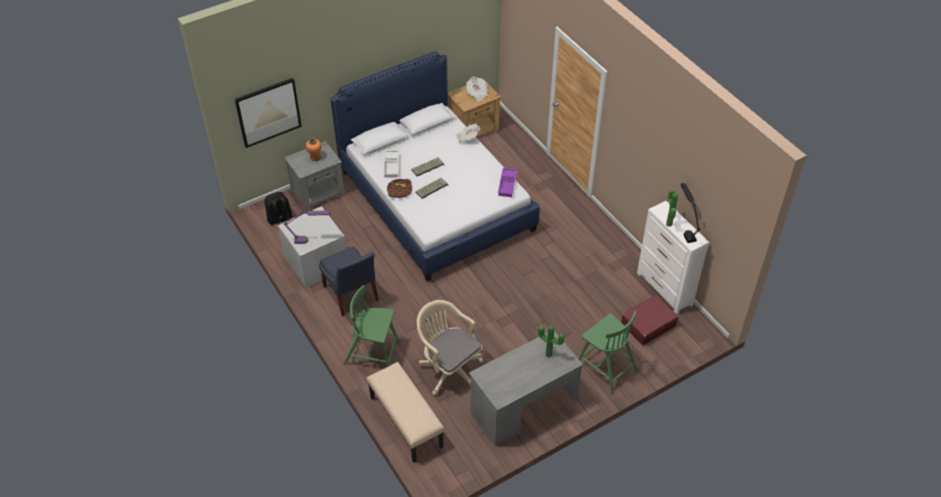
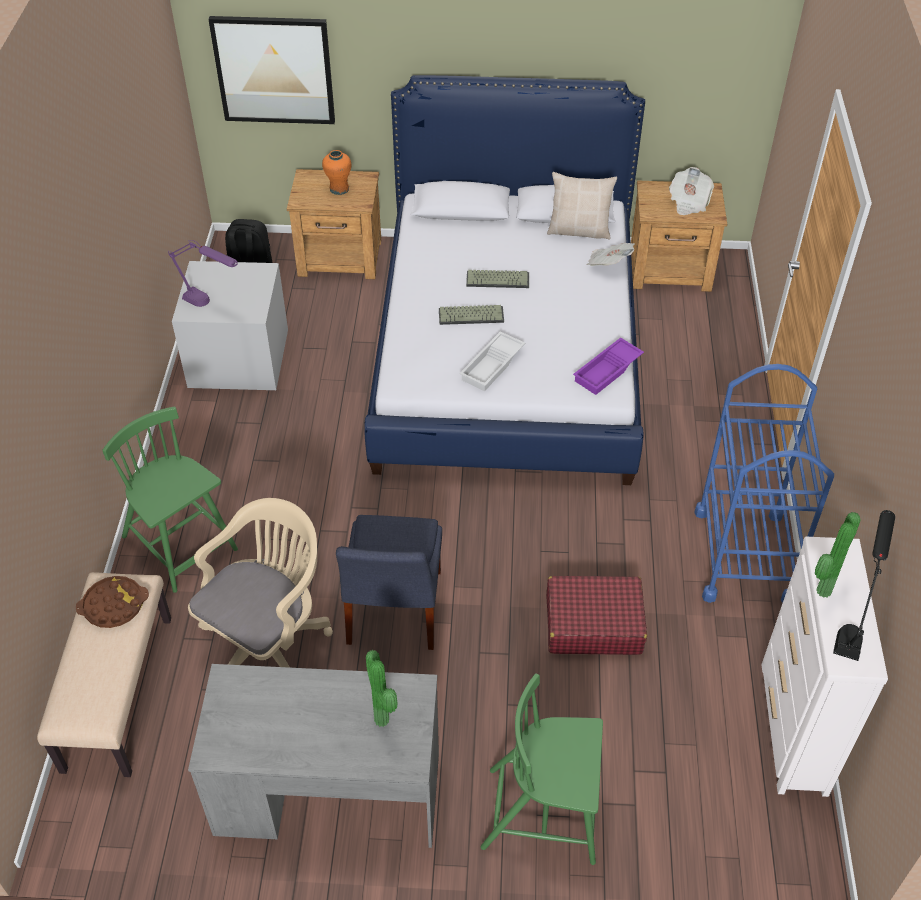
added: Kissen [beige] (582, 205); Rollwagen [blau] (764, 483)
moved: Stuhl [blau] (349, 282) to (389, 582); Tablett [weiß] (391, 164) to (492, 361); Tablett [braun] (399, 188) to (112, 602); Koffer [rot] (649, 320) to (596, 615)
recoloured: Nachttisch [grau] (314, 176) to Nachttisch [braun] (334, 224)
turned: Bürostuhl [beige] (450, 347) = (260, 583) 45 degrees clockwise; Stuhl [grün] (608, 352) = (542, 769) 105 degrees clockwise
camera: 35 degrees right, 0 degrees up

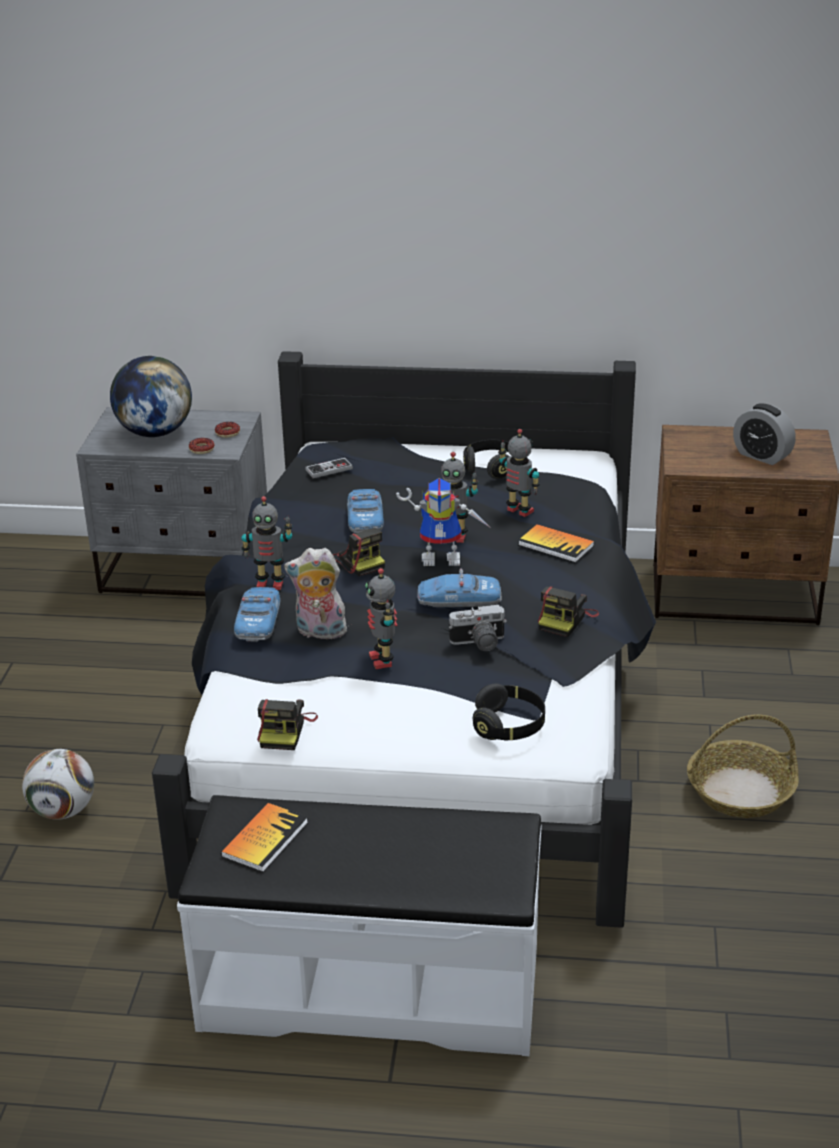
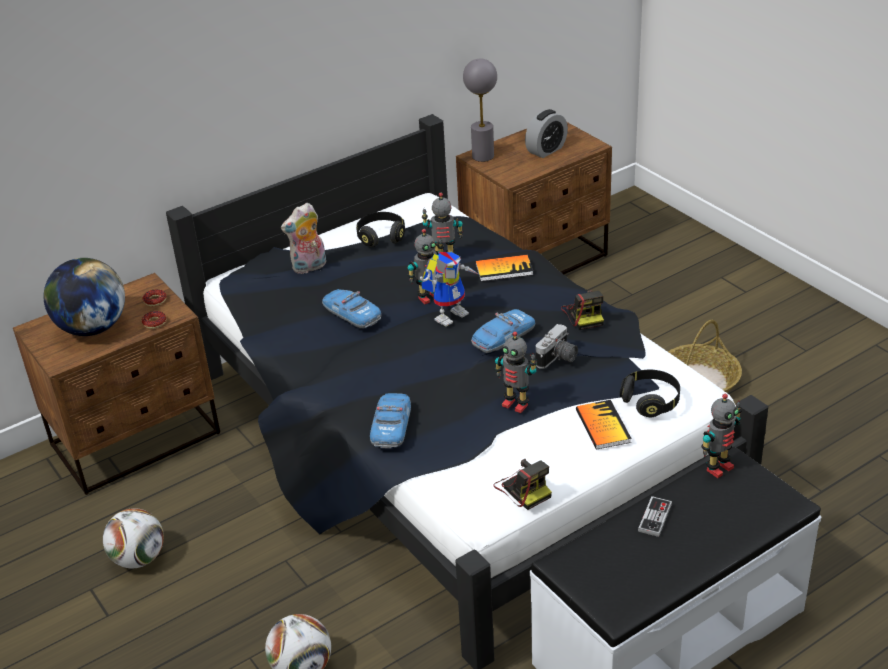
removed: Kamera (358, 552)
added: Fußball (133, 538); Tischlampe [grau] (480, 110)
moved: Buch (264, 837) to (604, 424); Spielzeugroboter (266, 543) to (721, 436); Plüschtier (315, 594) to (303, 238); Gamepad (329, 468) to (655, 516)
recoloured: Nachttisch [grau] (171, 501) to Nachttisch [braun] (116, 384)
turned: Spielzeugauto (257, 614) = (390, 420) 45 degrees clockwise; Wecker (764, 434) = (546, 133) 45 degrees counterclockwise
camera: 40 degrees left, 5 degrees up

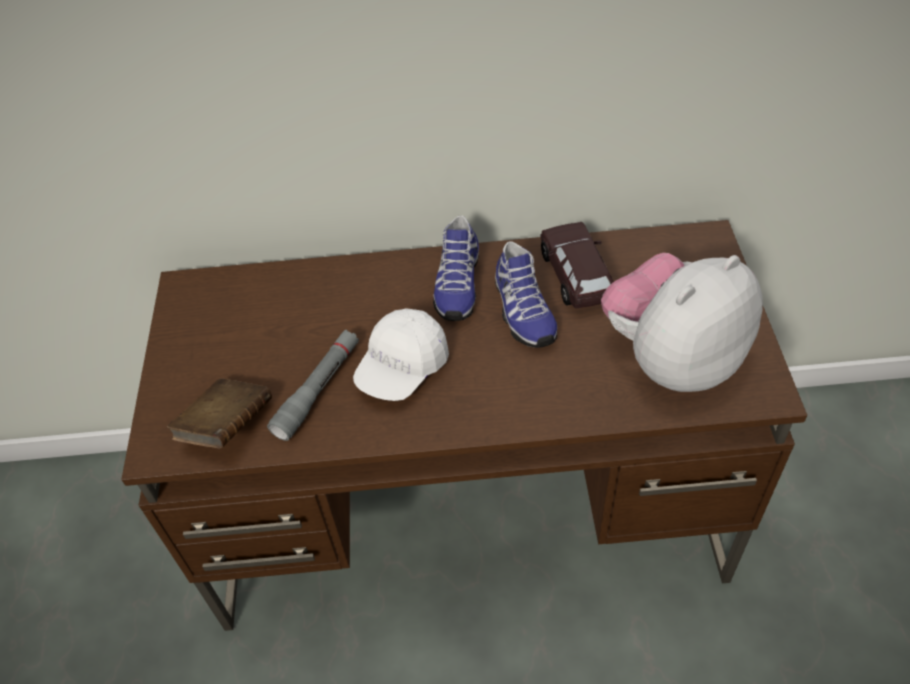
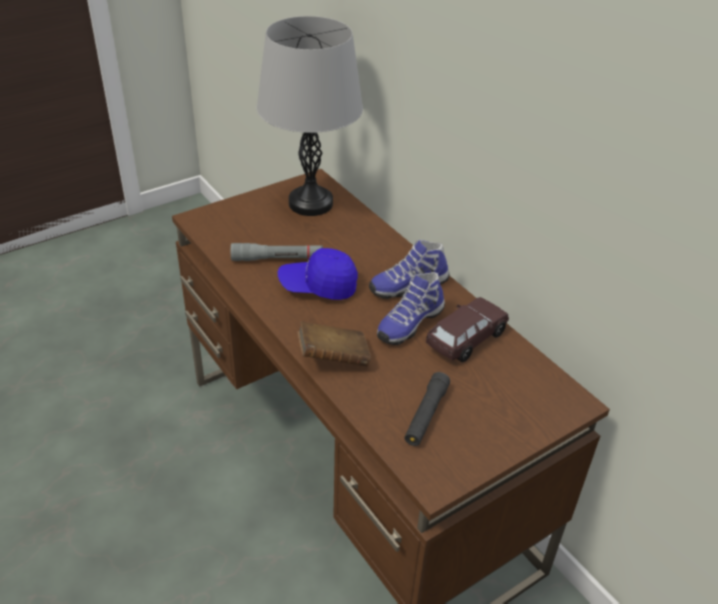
added: Tischlampe [grau] (310, 116)
moved: Buch [braun] (219, 414) to (334, 344)
replaced: Plüschtier (682, 322) to Taschenlampe [schwarz] (427, 409)
recoloured: Kappe [weiß] (401, 354) to Kappe [blau] (318, 274)
camera: 55 degrees right, 10 degrees down

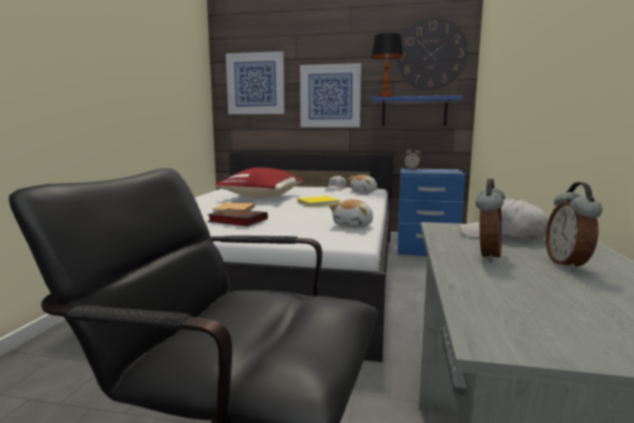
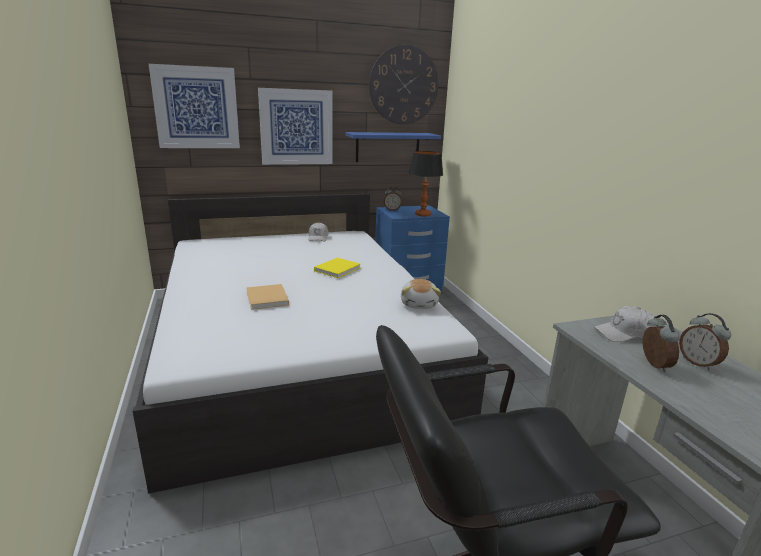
removed: Buch (237, 217); Kissen [rot] (259, 182); Plüschtier (362, 184)
moved: Tischlampe (387, 65) to (426, 184)
camera: 30 degrees left, 10 degrees up

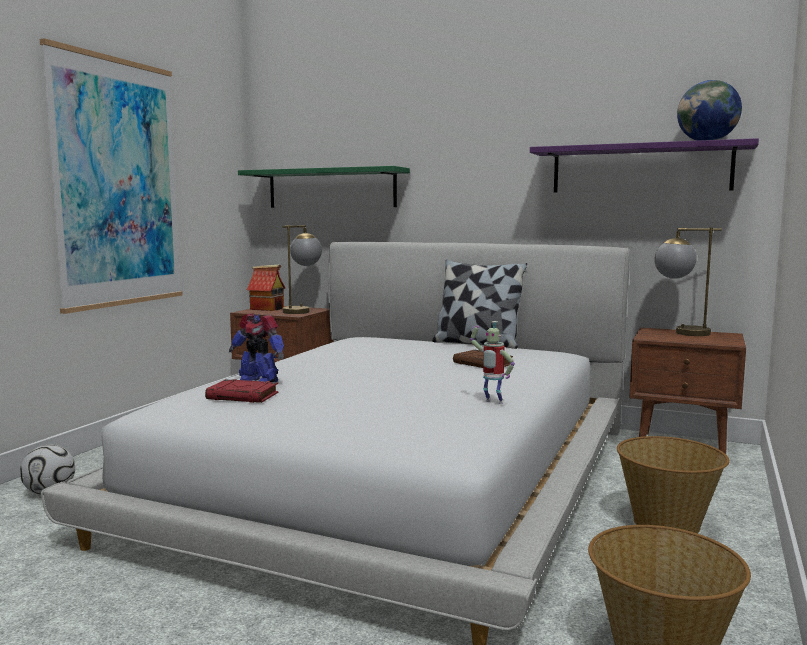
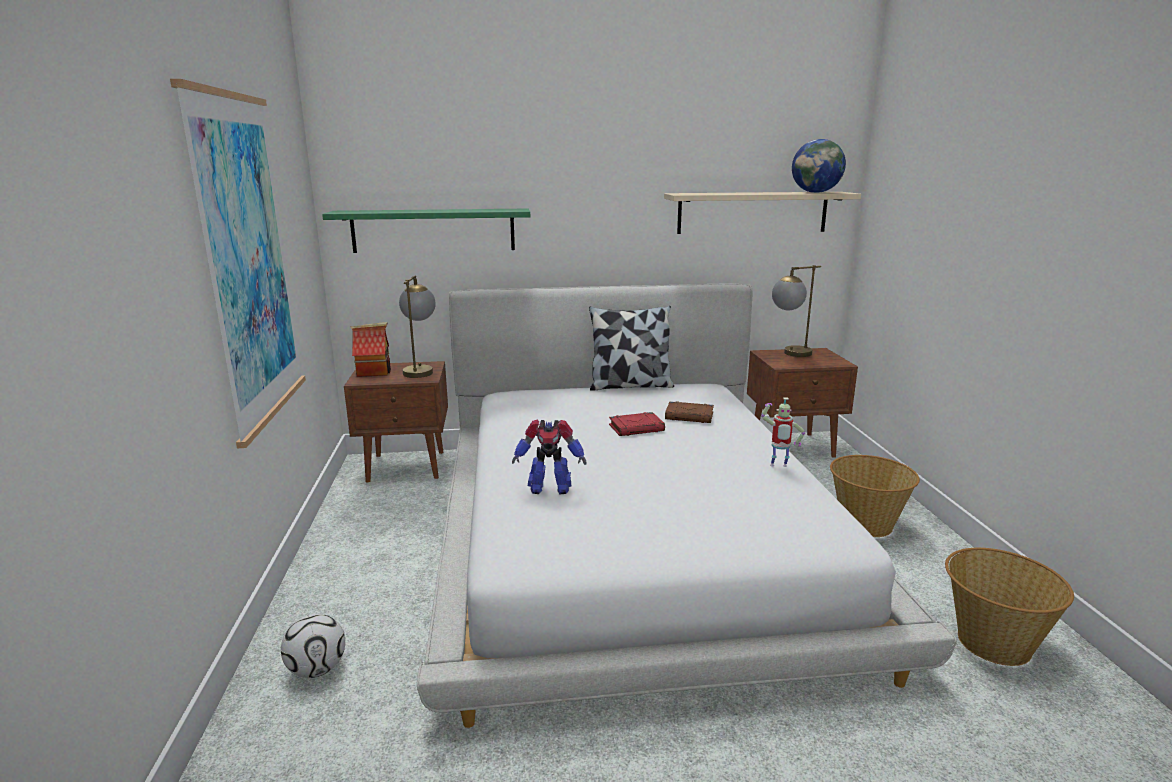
moved: Buch [rot] (242, 391) to (637, 424)
recoloured: Wandregal [lila] (644, 165) to Wandregal [beige] (762, 213)
camera: 30 degrees left, 10 degrees up

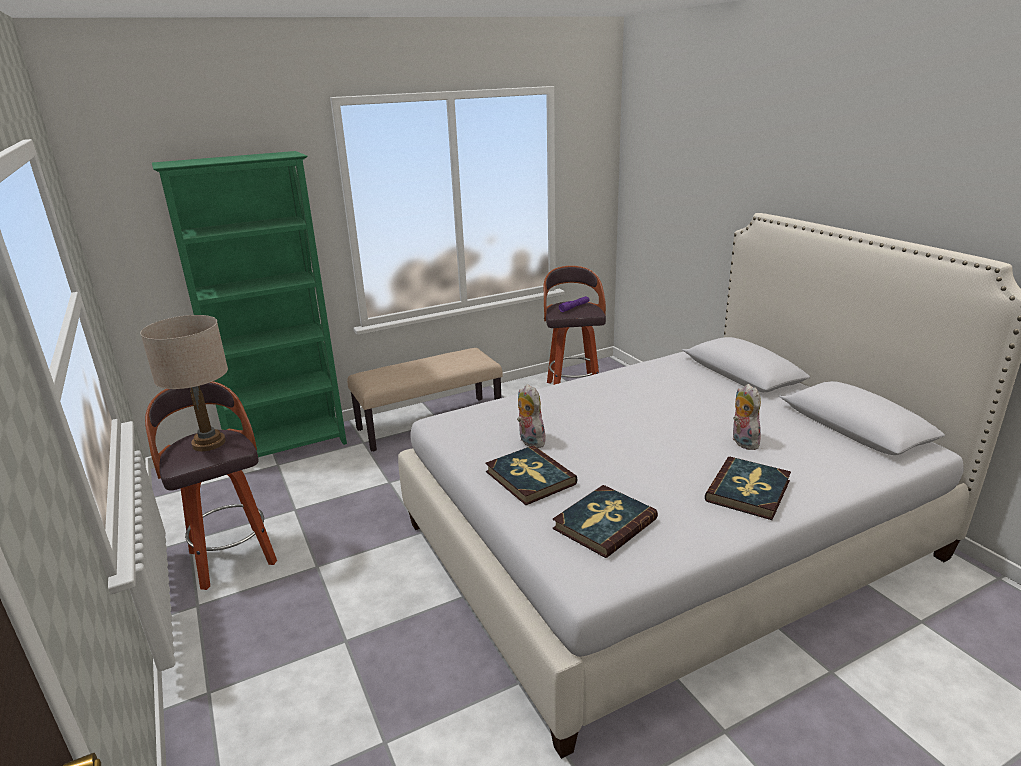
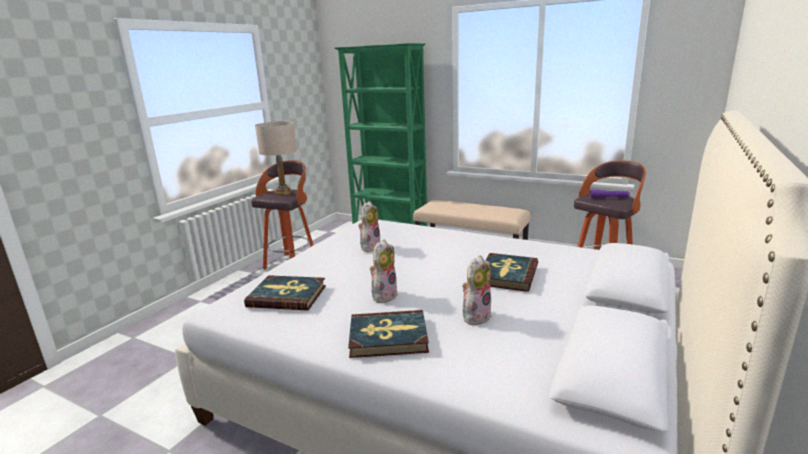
added: Plüschtier (384, 271)
moved: Buch (531, 475) to (512, 272)
camera: 55 degrees right, 5 degrees down

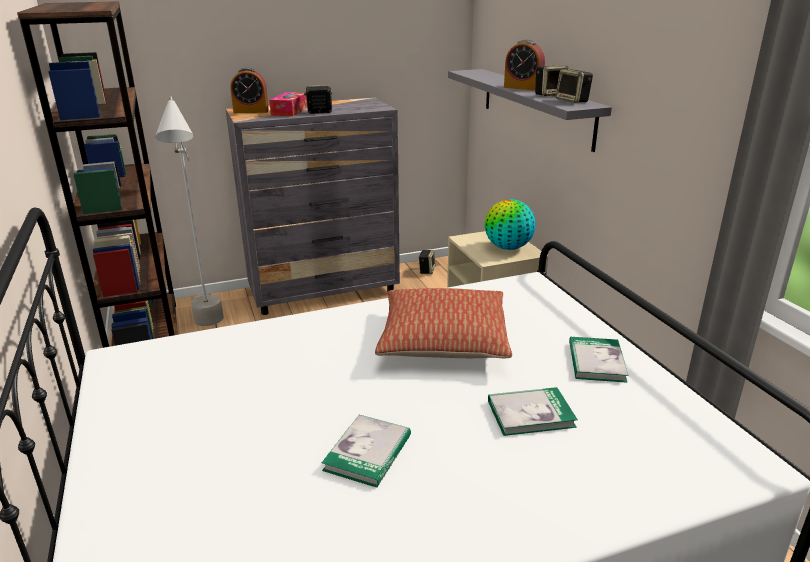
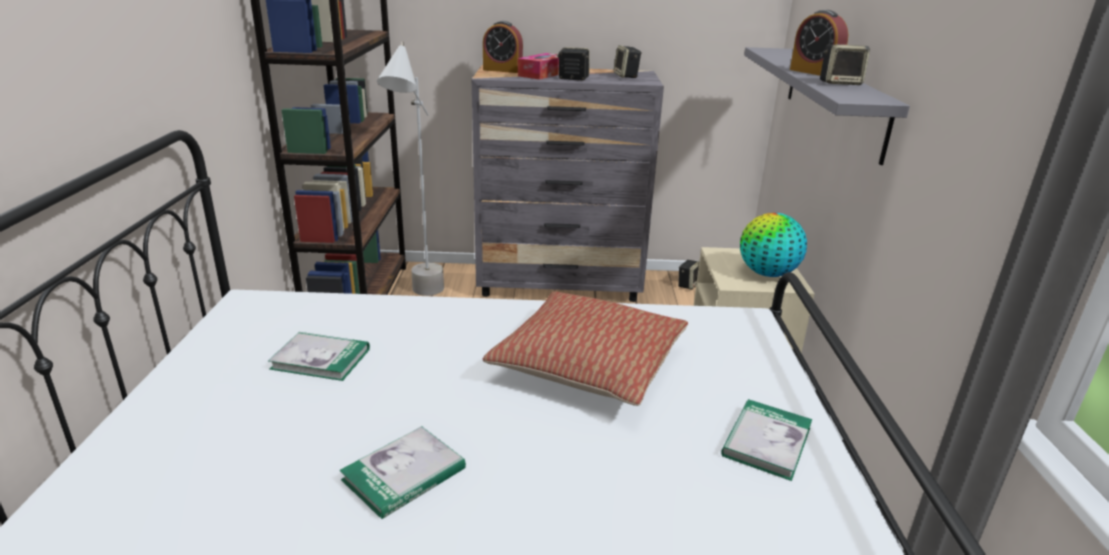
moved: Buch (533, 411) to (319, 356); Lautsprecher (574, 86) to (627, 61)
camera: 20 degrees right, 0 degrees up

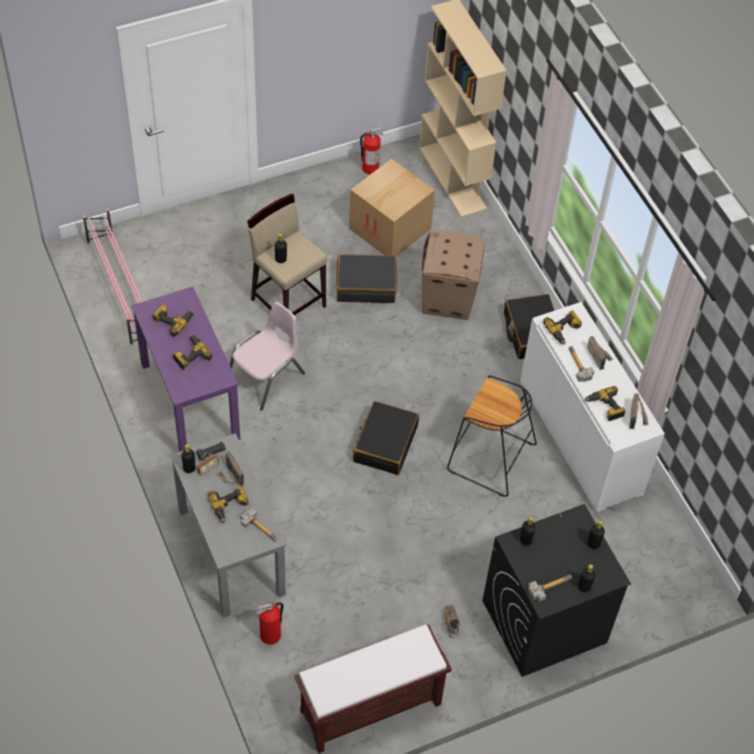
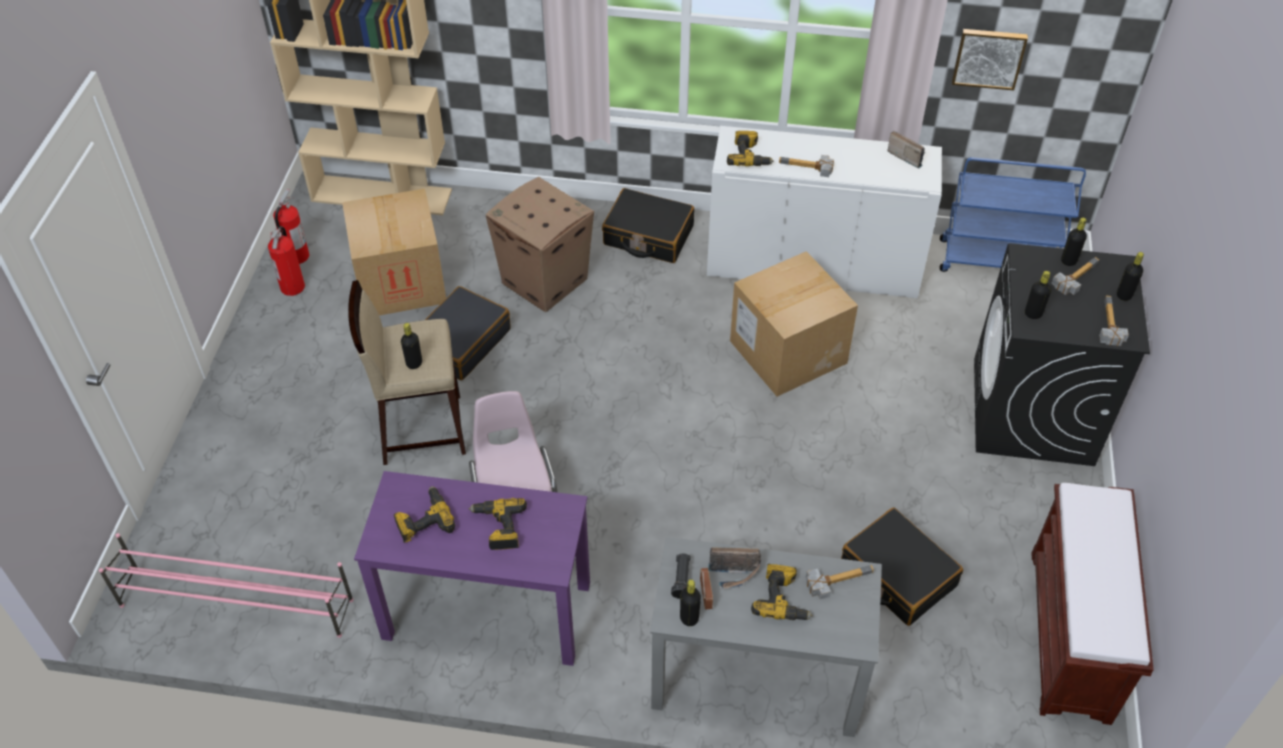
removed: Schuh (451, 621); Bohrmaschine (605, 403); Radio (600, 353)
added: Rollwagen [blau] (1013, 214); Bild (990, 59); Hammer (1075, 276)
moved: Feuerlöscher (270, 623) to (286, 261); Koffer [schwarz] (386, 438) to (902, 567)
replaced: Hocker [schwarz] (492, 436) to Karton (794, 324)
camera: 55 degrees left, 5 degrees down

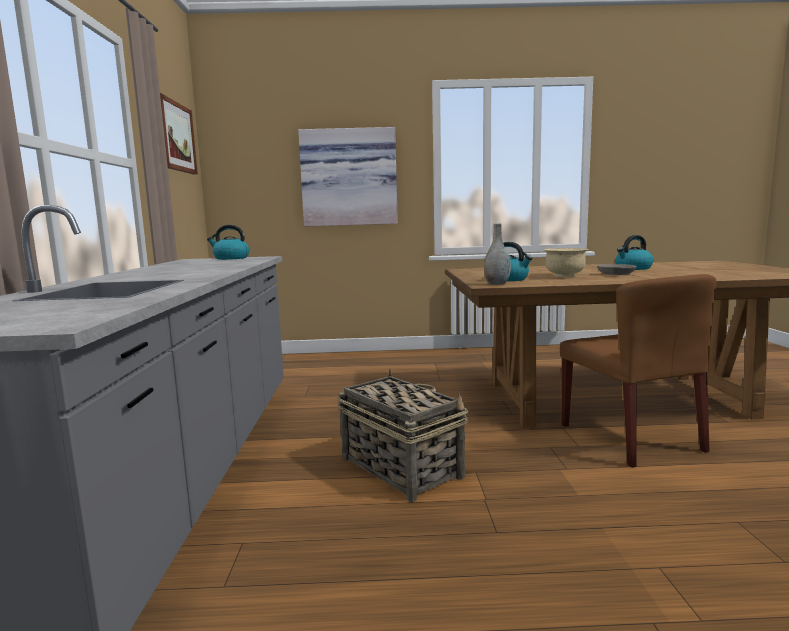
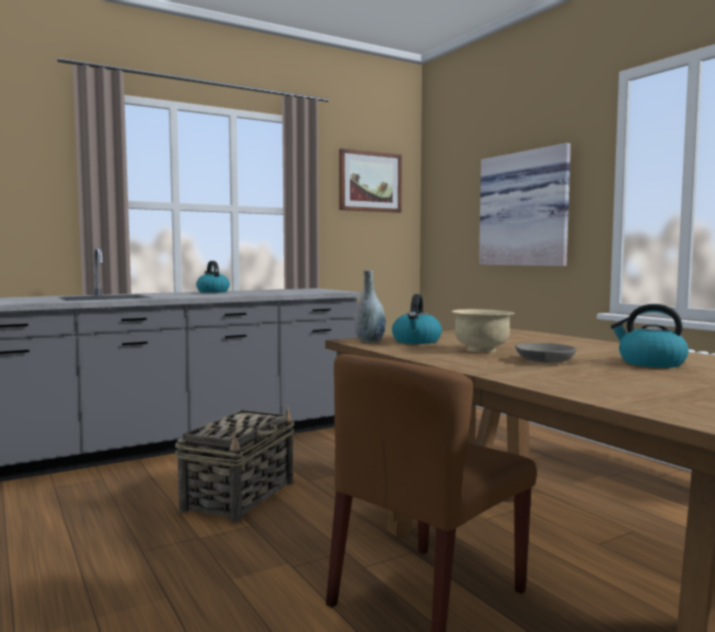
moved: Wasserkessel (228, 242) to (213, 277)
camera: 60 degrees right, 5 degrees down

